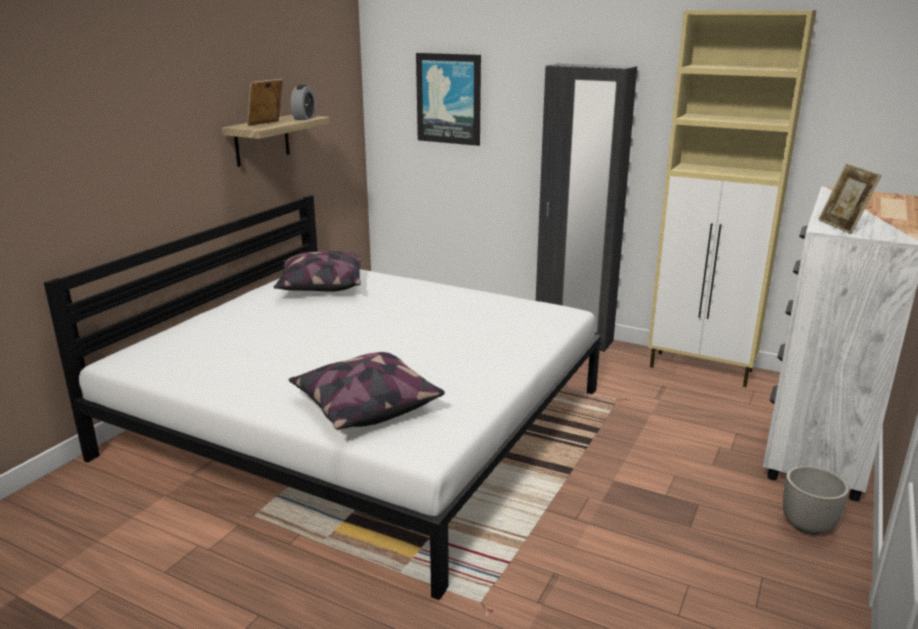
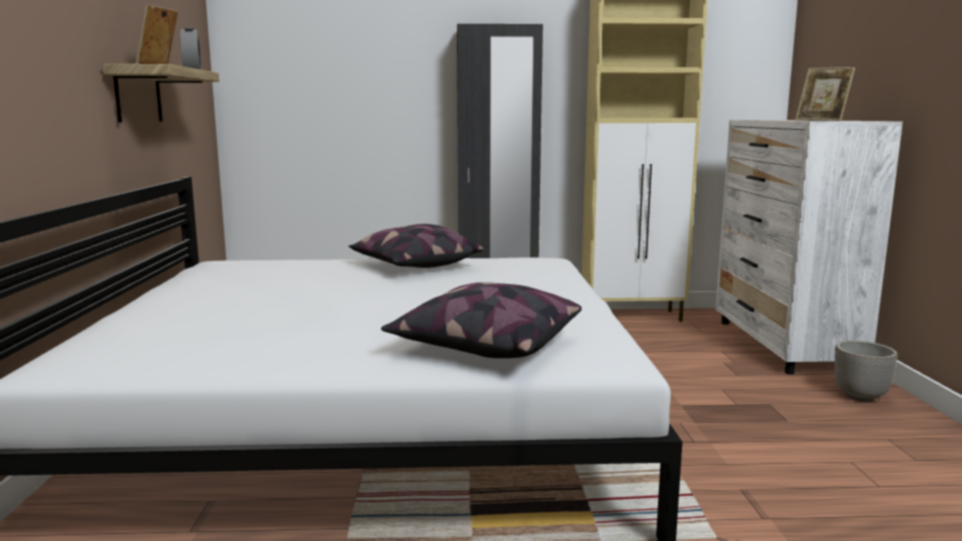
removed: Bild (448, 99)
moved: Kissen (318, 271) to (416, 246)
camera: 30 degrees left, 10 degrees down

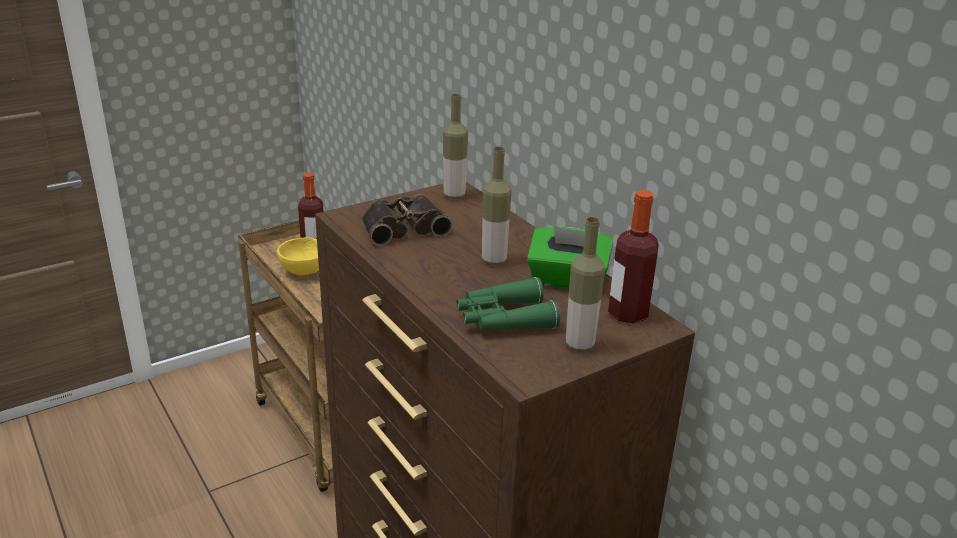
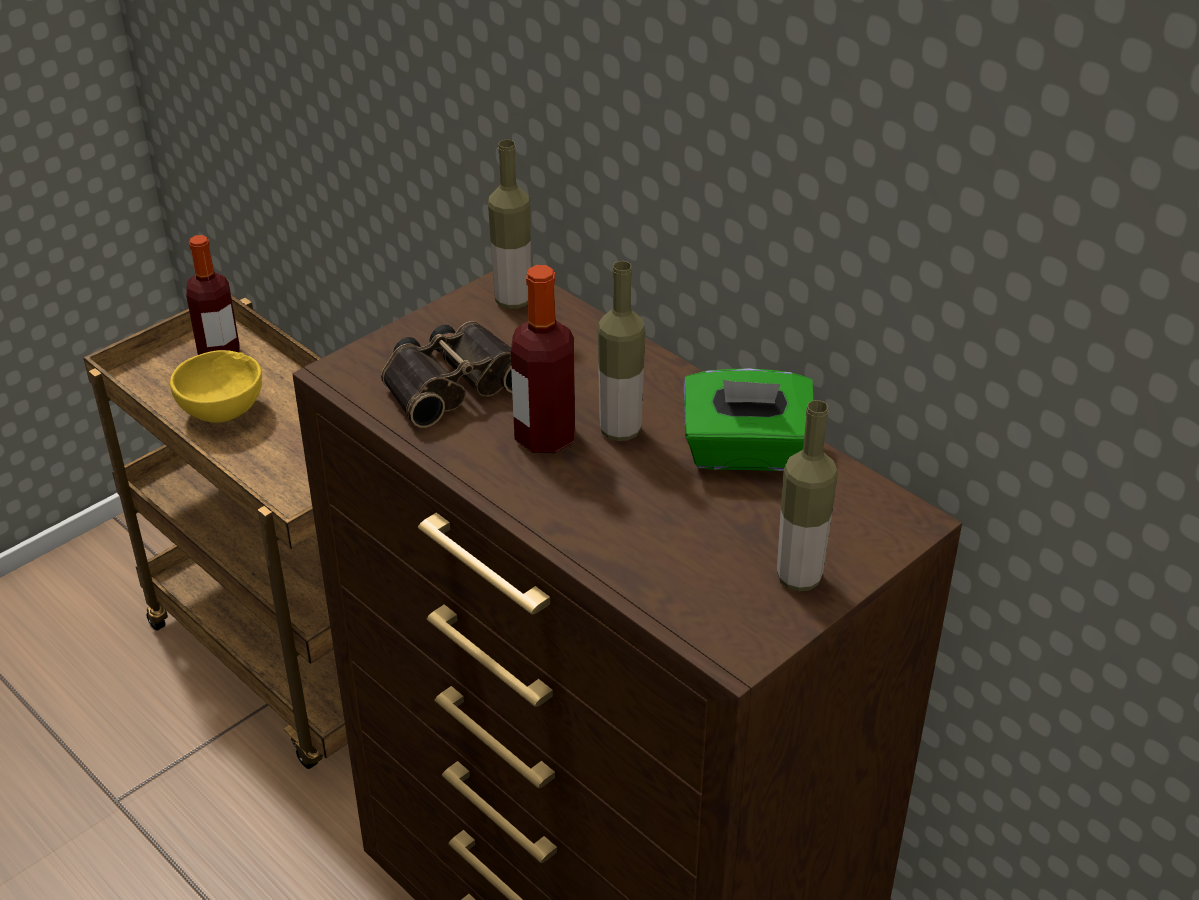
removed: Fernglas [grün] (508, 303)
moved: Flasche (633, 257) to (543, 359)
camera: 10 degrees left, 10 degrees up

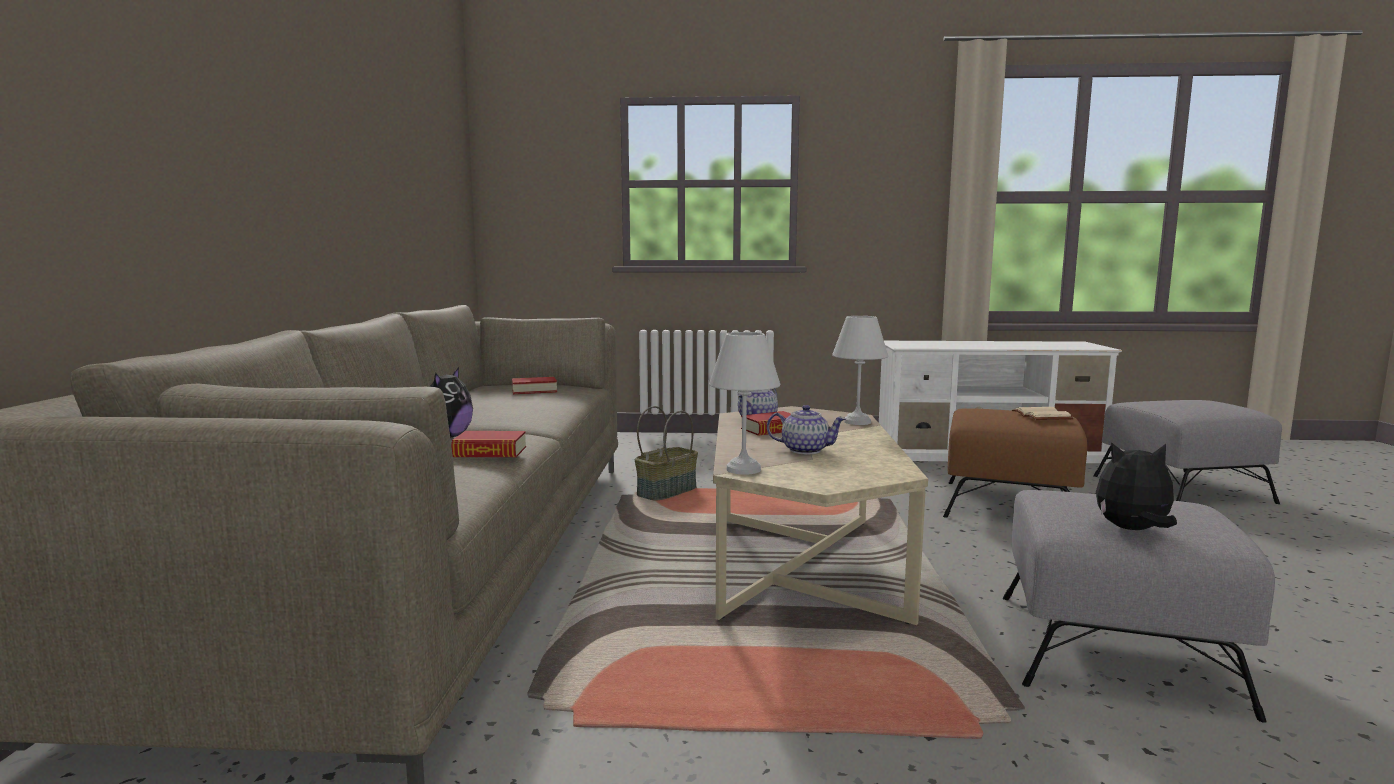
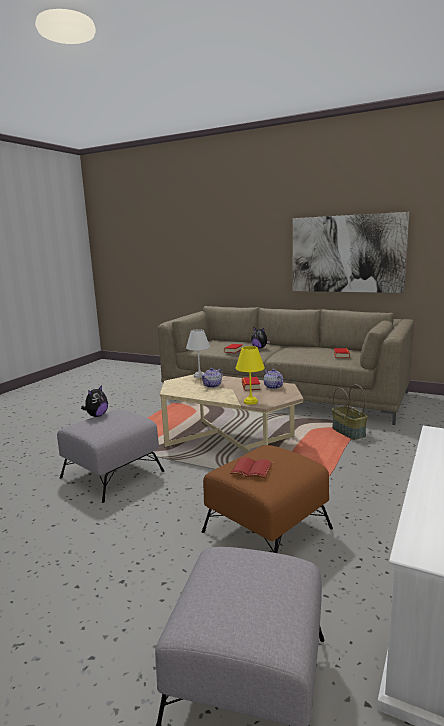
added: Bild (351, 252)
recoloured: Tischlampe [weiß] (860, 370) to Tischlampe [gelb] (250, 375); Buch [beige] (1043, 413) to Buch [rot] (251, 468)
camera: 115 degrees right, 5 degrees up

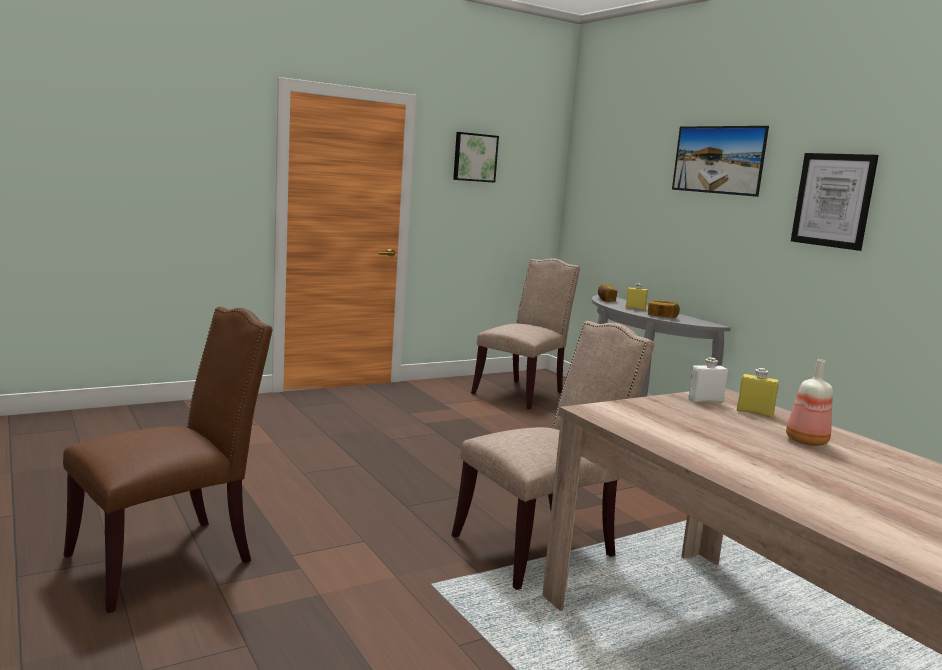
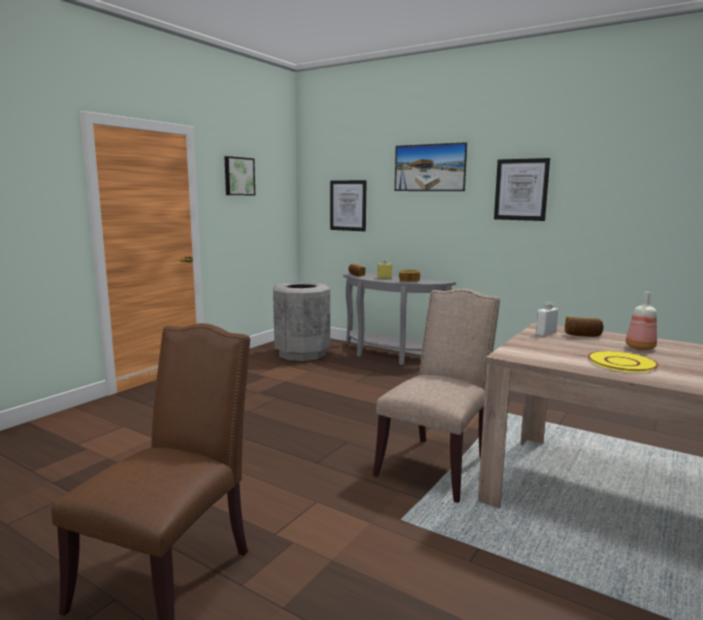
added: Bild (348, 206); Teller [gelb] (623, 361)
replaced: Stuhl [beige] (525, 333) to Mülleimer [grau] (301, 321); Flasche [gelb] (758, 393) to Brot (584, 327)
camera: 25 degrees left, 0 degrees up

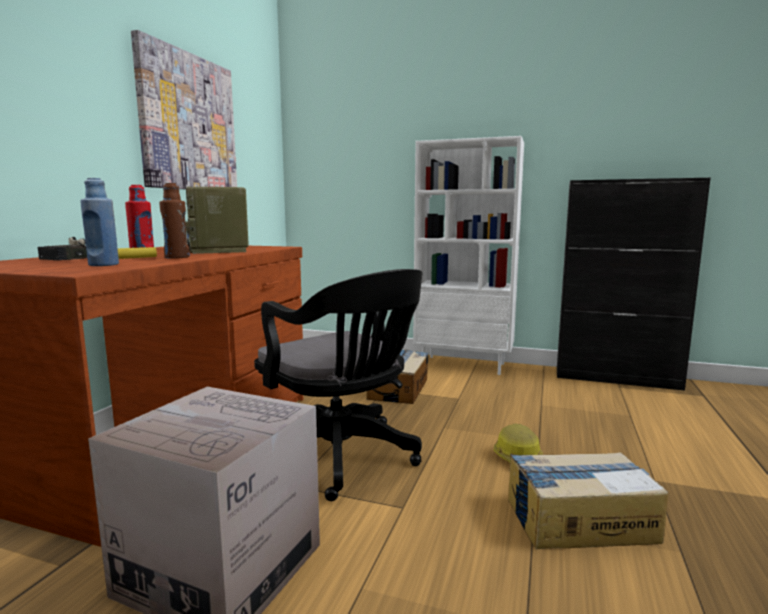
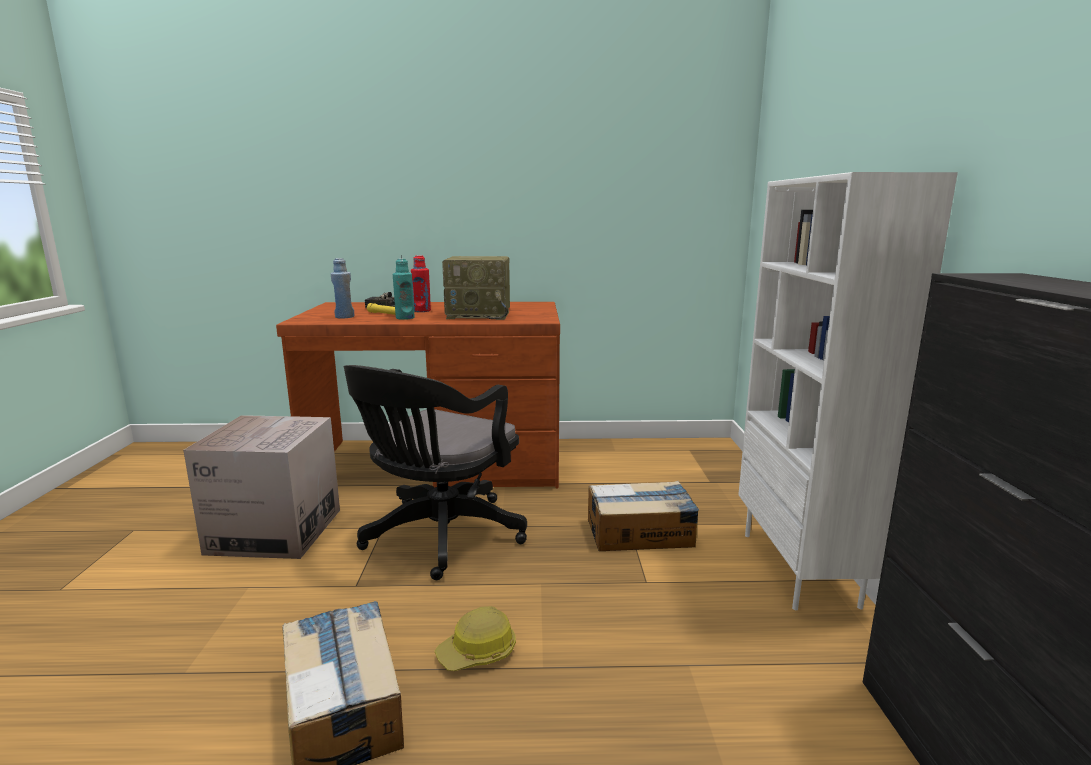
removed: Bild (184, 110)
recoloured: Flasche [braun] (174, 221) to Flasche [türkis] (404, 289)
turned: Radio (217, 220) = (476, 288) 135 degrees counterclockwise
camera: 70 degrees right, 5 degrees up

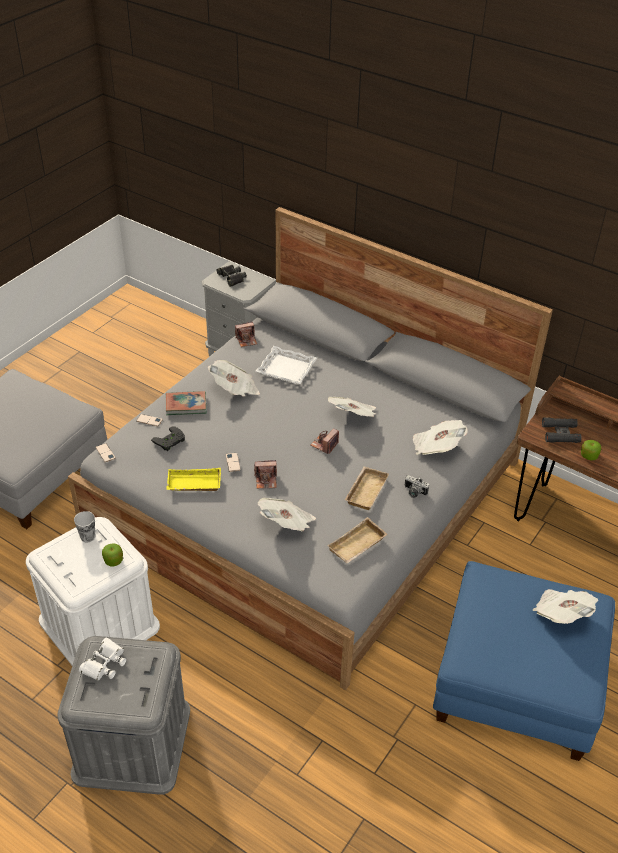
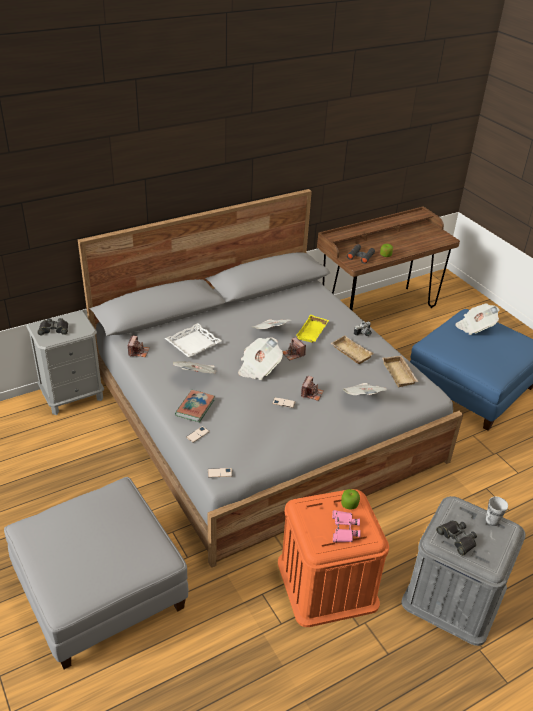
removed: Gamepad [schwarz] (168, 438)
added: Fernglas [rosa] (346, 526)
moved: Tasse (84, 526) to (497, 511); Tablett [gelb] (193, 479) to (312, 329); Zeitung (440, 437) to (260, 358)
recoloured: Aufbewahrungsbox [weiß] (93, 591) to Aufbewahrungsbox [orange] (333, 558); Fernglas [weiß] (102, 659) to Fernglas [schwarz] (456, 538)
camera: 65 degrees left, 5 degrees down

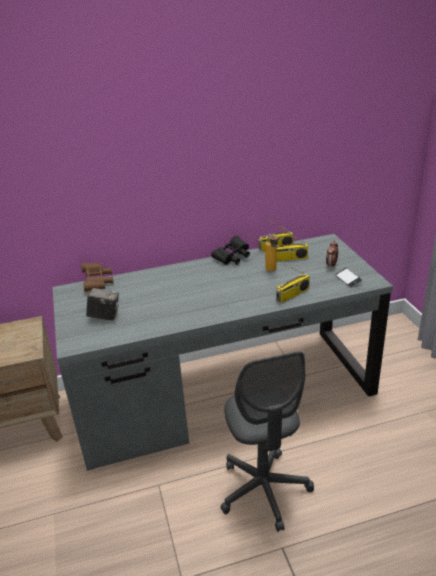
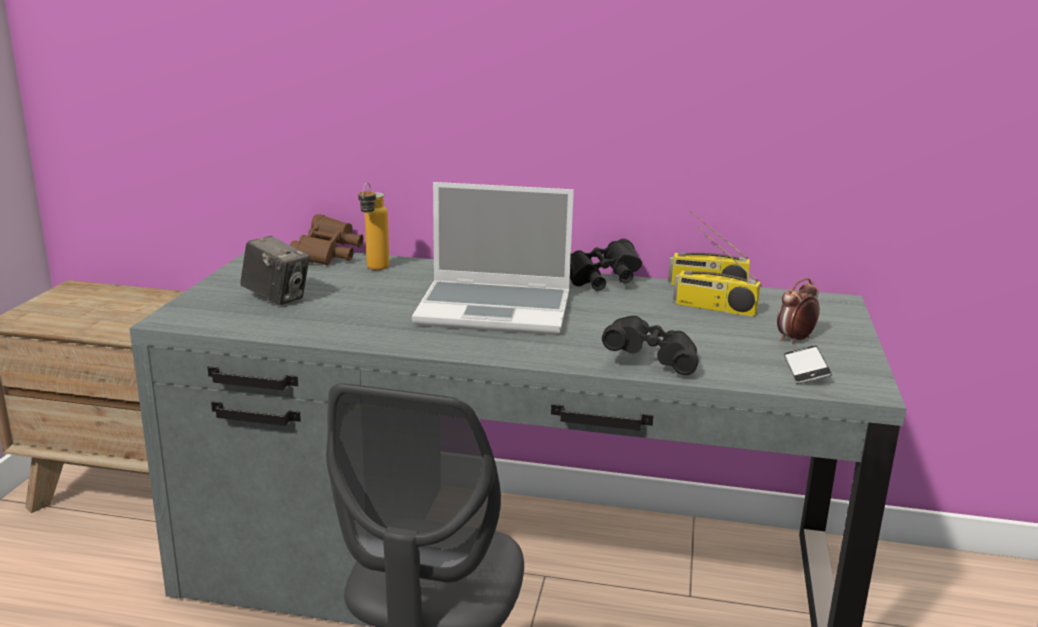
added: Laptop (493, 258)
moved: Flasche (271, 251) to (373, 226)
replaced: Radio (293, 283) to Fernglas [schwarz] (650, 345)
camera: 25 degrees right, 10 degrees down

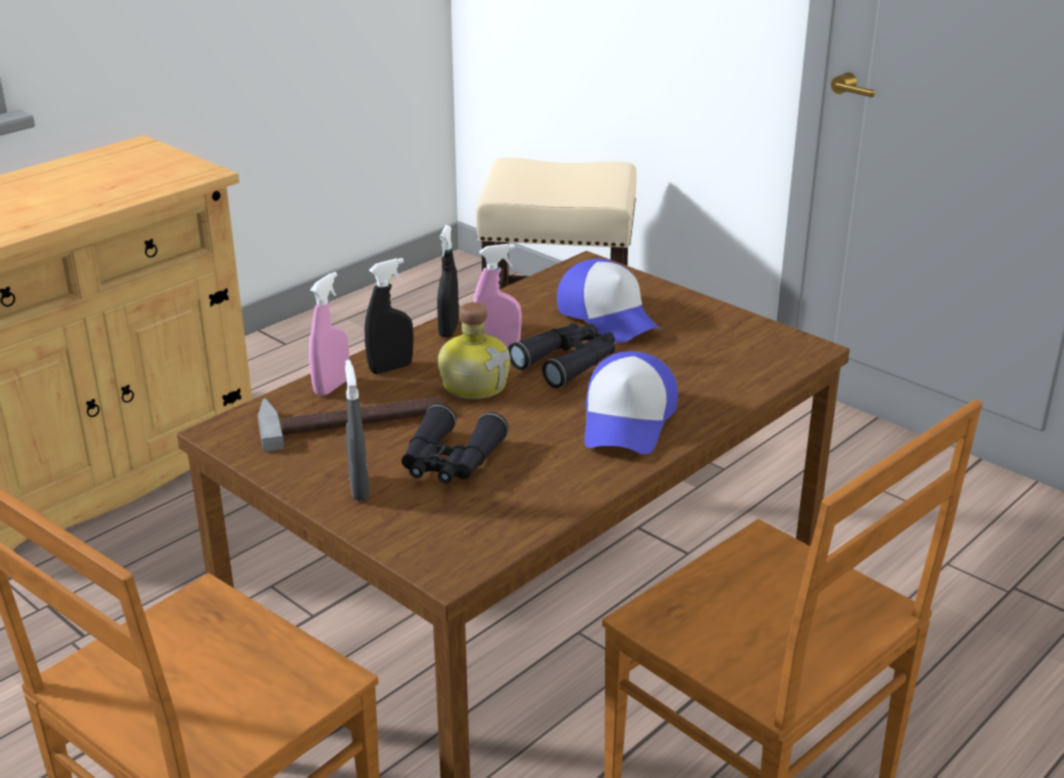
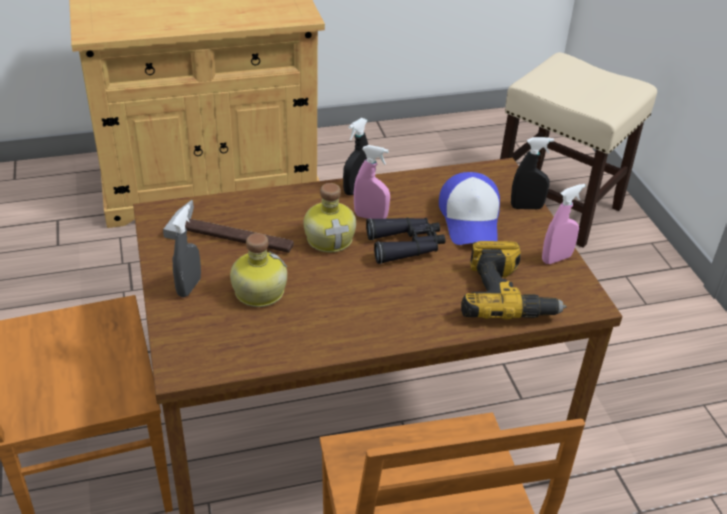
removed: Kappe (631, 402)
added: Bohrmaschine (514, 280)
moved: Sprühflasche [rosa] (329, 334) to (563, 224); Sprühflasche [schwarz] (389, 316) to (532, 173)
replaced: Fernglas [schwarz] (455, 444) to Flasche (258, 270)
camera: 30 degrees right, 10 degrees up

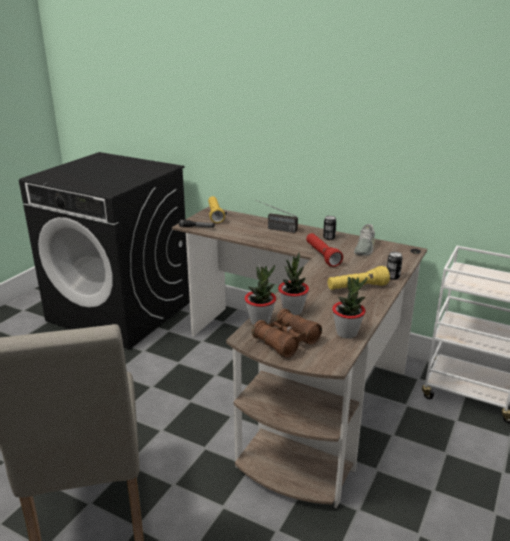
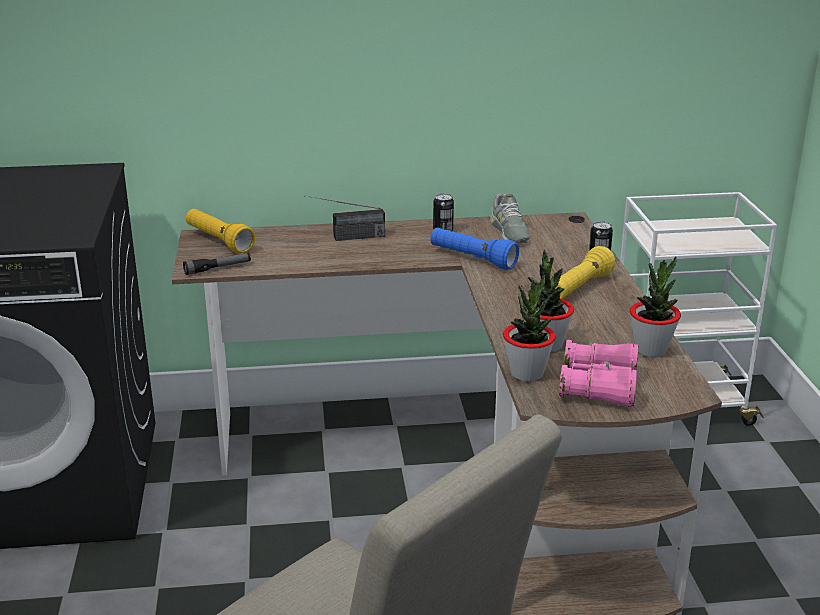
recoloured: Fernglas [braun] (287, 333) to Fernglas [rosa] (598, 373); Taschenlampe [rot] (324, 250) to Taschenlampe [blau] (474, 249)
camera: 35 degrees left, 0 degrees up

